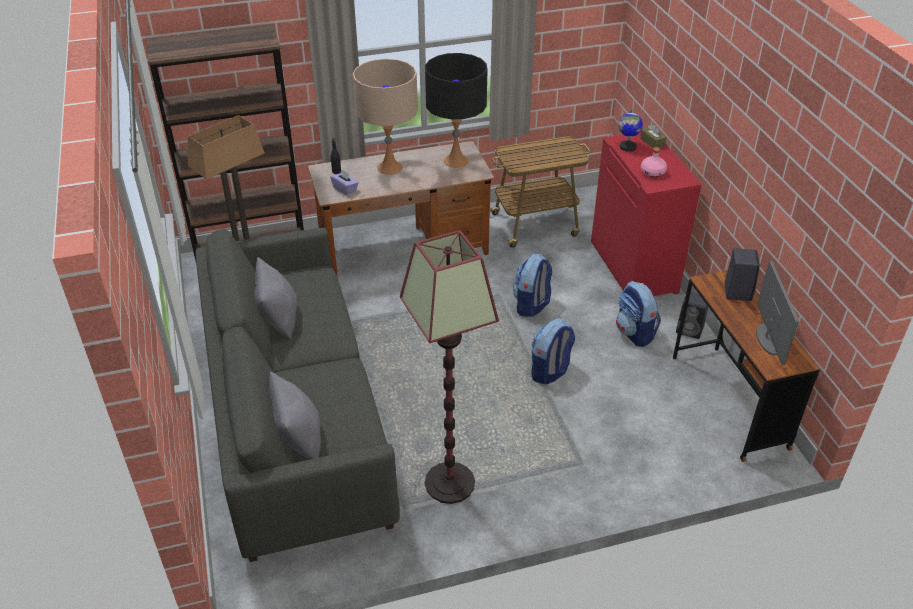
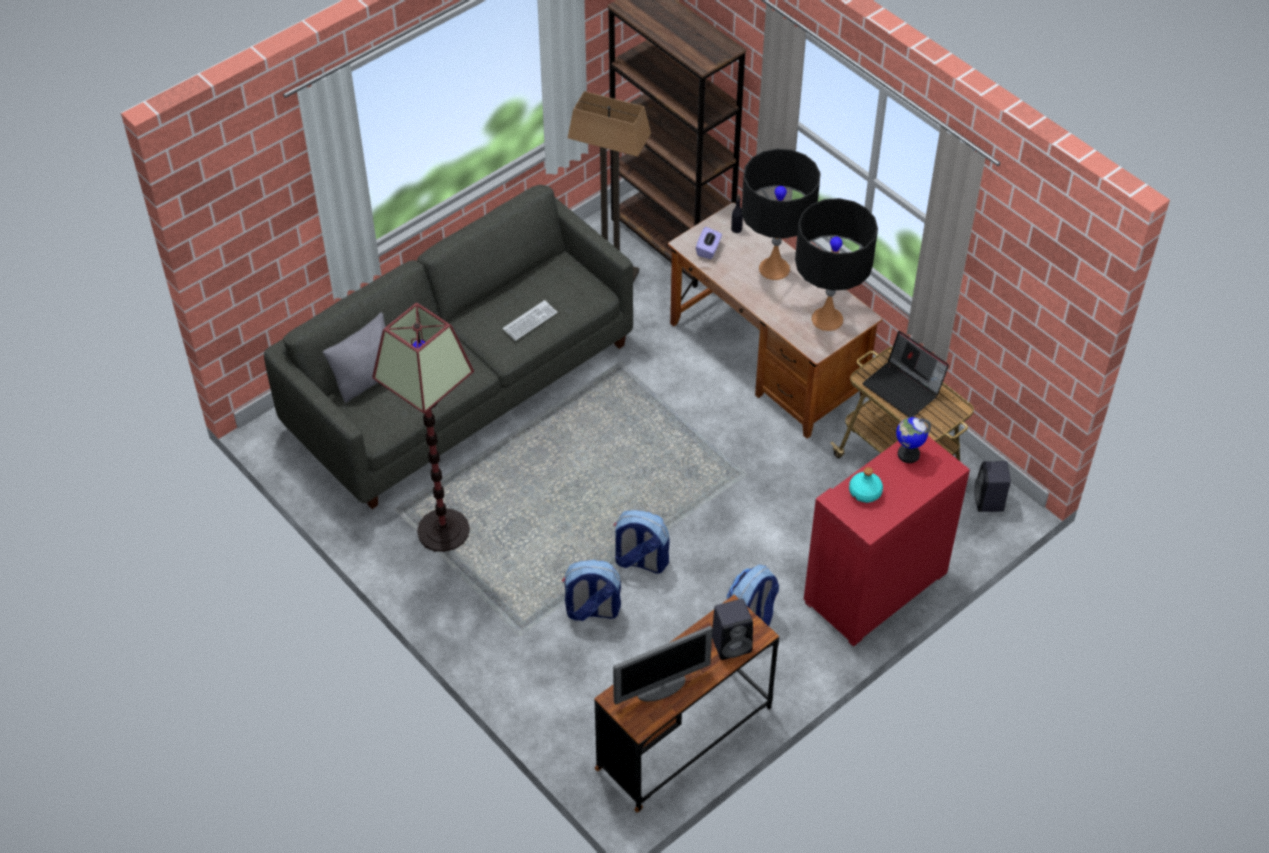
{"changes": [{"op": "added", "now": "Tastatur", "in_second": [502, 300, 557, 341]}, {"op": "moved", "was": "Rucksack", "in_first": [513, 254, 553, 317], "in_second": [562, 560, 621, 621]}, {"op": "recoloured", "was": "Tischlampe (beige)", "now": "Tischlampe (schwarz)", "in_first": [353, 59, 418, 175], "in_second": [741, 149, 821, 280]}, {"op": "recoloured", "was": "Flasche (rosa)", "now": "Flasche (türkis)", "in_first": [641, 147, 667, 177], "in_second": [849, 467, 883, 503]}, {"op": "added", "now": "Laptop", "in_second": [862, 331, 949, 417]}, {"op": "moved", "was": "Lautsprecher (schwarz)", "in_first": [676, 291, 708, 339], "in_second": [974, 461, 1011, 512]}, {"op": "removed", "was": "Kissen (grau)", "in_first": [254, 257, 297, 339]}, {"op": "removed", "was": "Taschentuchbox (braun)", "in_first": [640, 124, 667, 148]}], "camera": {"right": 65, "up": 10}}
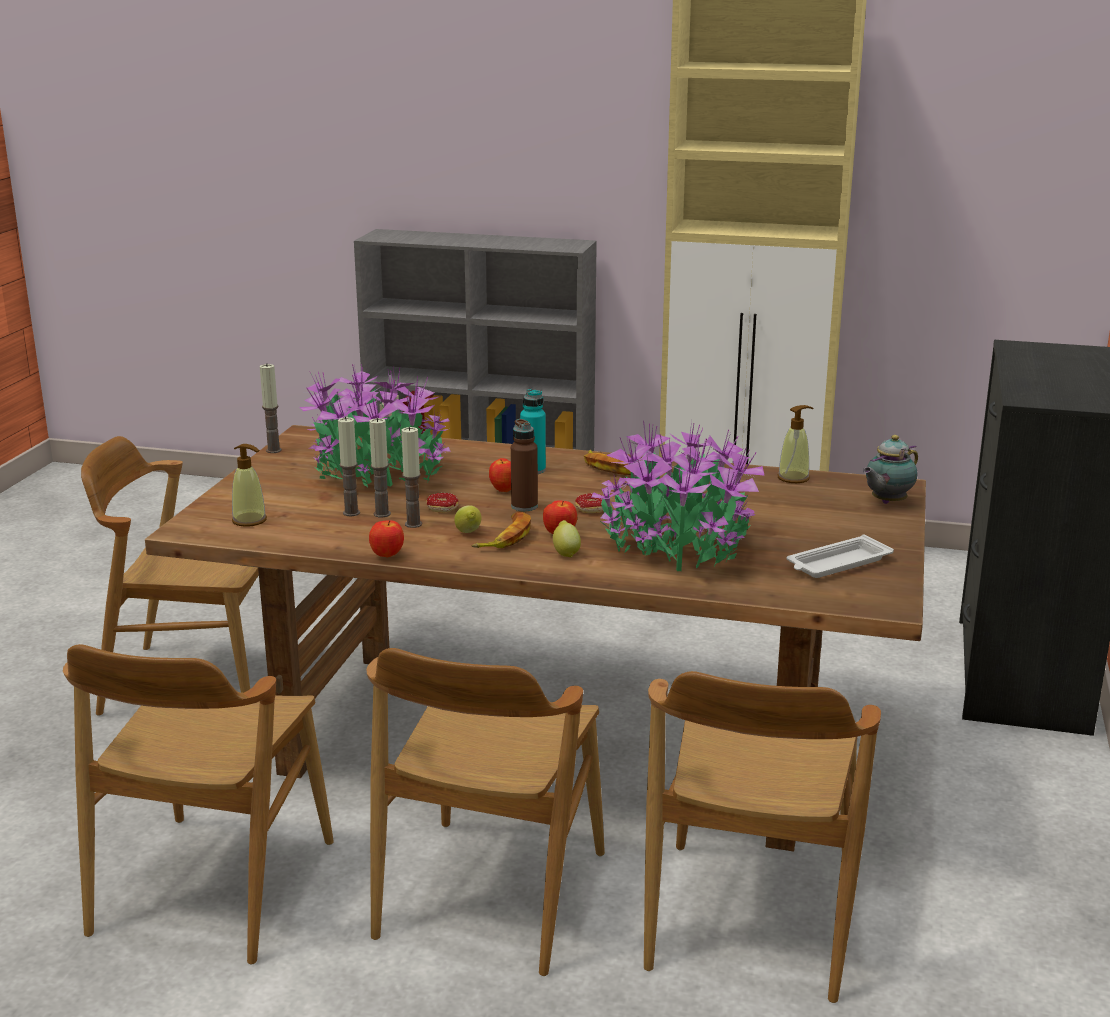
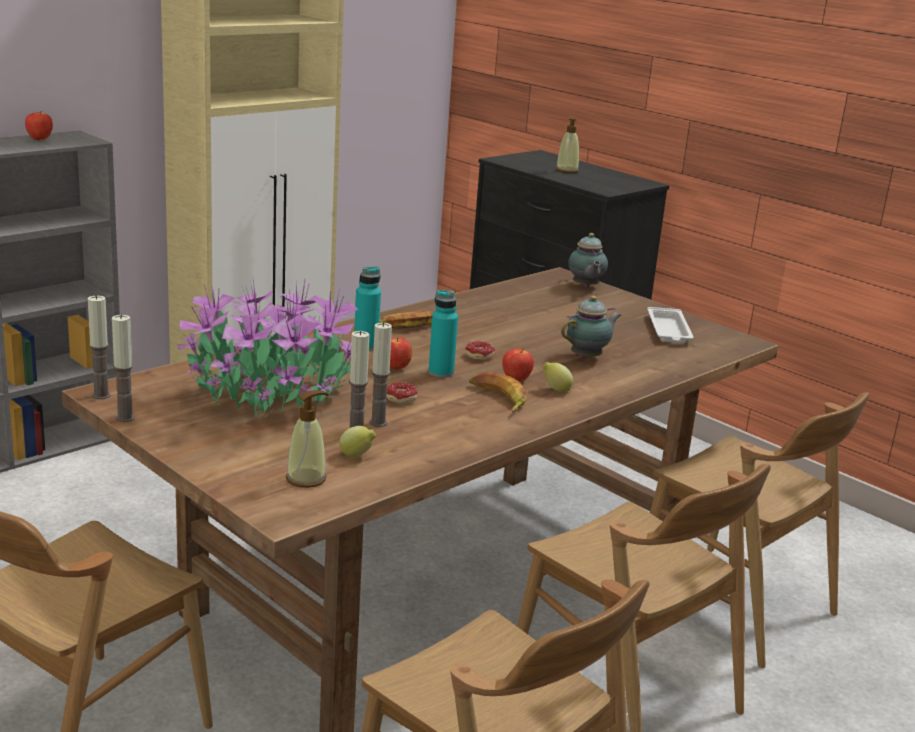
{"changes": [{"op": "moved", "was": "Apfel", "in_first": [369, 520, 404, 558], "in_second": [25, 111, 53, 140]}, {"op": "moved", "was": "Kerze", "in_first": [401, 426, 422, 528], "in_second": [88, 295, 111, 399]}, {"op": "moved", "was": "Zitrone", "in_first": [454, 505, 482, 533], "in_second": [339, 426, 376, 457]}, {"op": "recoloured", "was": "Flasche (braun)", "now": "Flasche (türkis)", "in_first": [511, 419, 538, 511], "in_second": [428, 290, 458, 378]}, {"op": "moved", "was": "Seifenspender", "in_first": [778, 405, 813, 483], "in_second": [556, 115, 579, 173]}, {"op": "replaced", "was": "Topfpflanze", "now": "Teekanne", "in_first": [591, 420, 765, 571], "in_second": [561, 295, 621, 359]}], "camera": {"right": -60, "up": 0}}
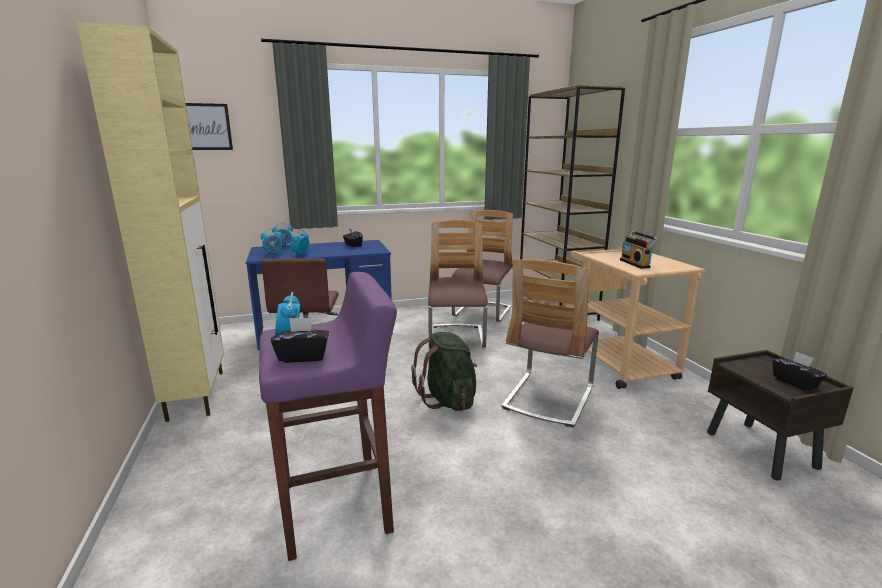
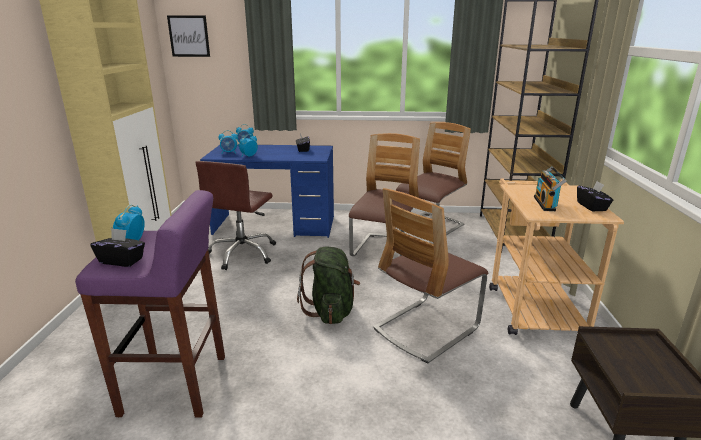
{"changes": [{"op": "moved", "was": "Taschentuchbox (schwarz)", "in_first": [773, 351, 827, 391], "in_second": [577, 181, 613, 211]}], "camera": {"right": 20, "up": 5}}
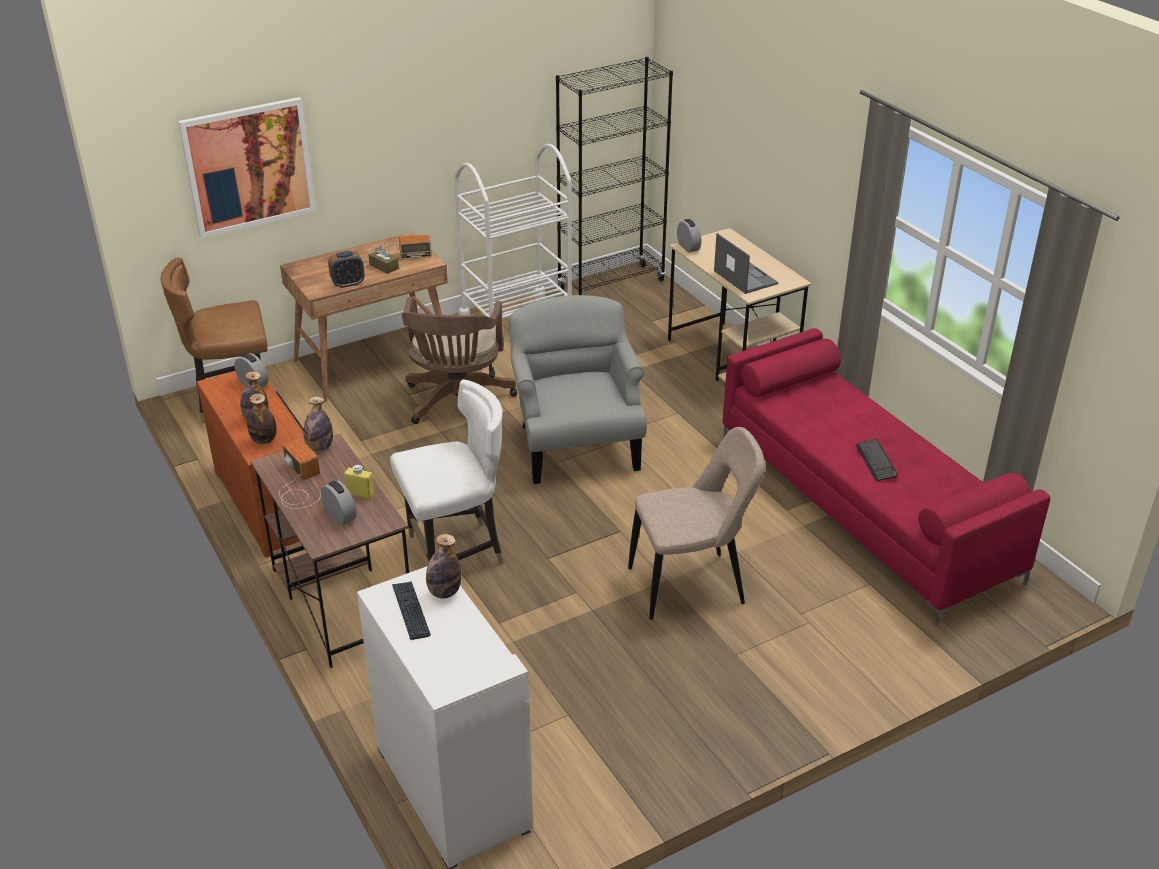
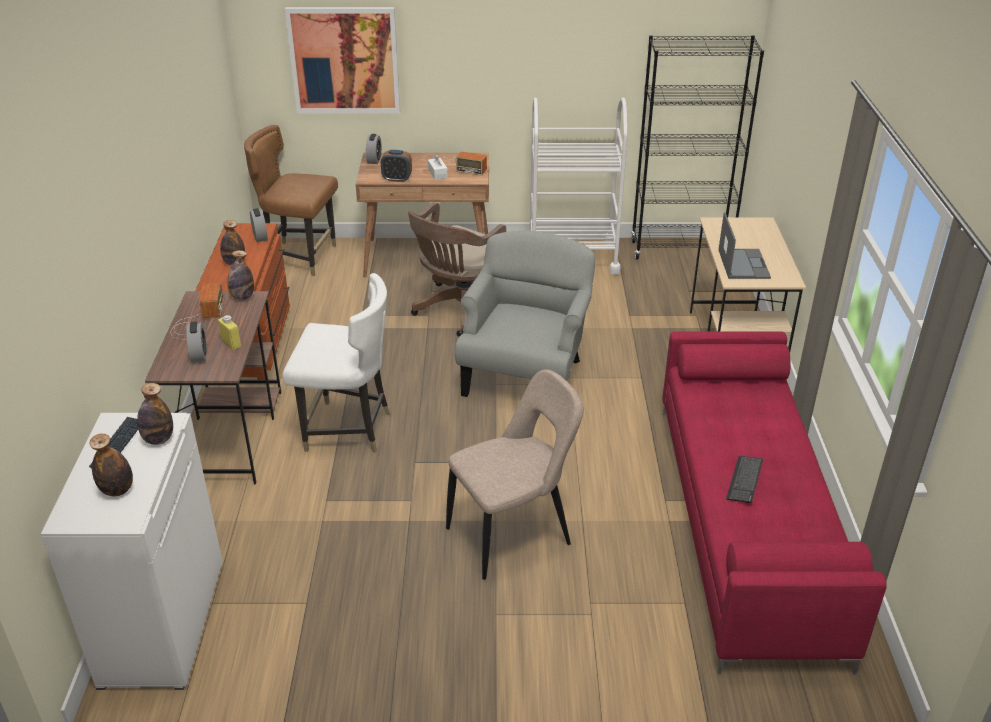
{"changes": [{"op": "moved", "was": "Flasche", "in_first": [247, 393, 277, 444], "in_second": [89, 434, 133, 496]}, {"op": "moved", "was": "Wecker", "in_first": [677, 219, 701, 253], "in_second": [366, 134, 382, 164]}, {"op": "recoloured", "was": "Taschentuchbox (braun)", "now": "Taschentuchbox (weiß)", "in_first": [368, 246, 399, 274], "in_second": [428, 154, 448, 180]}, {"op": "turned", "was": "Stuhl (beige)", "in_first": [628, 427, 765, 620], "in_second": [446, 370, 584, 580], "clockwise": -45}], "camera": {"right": 30, "up": 0}}
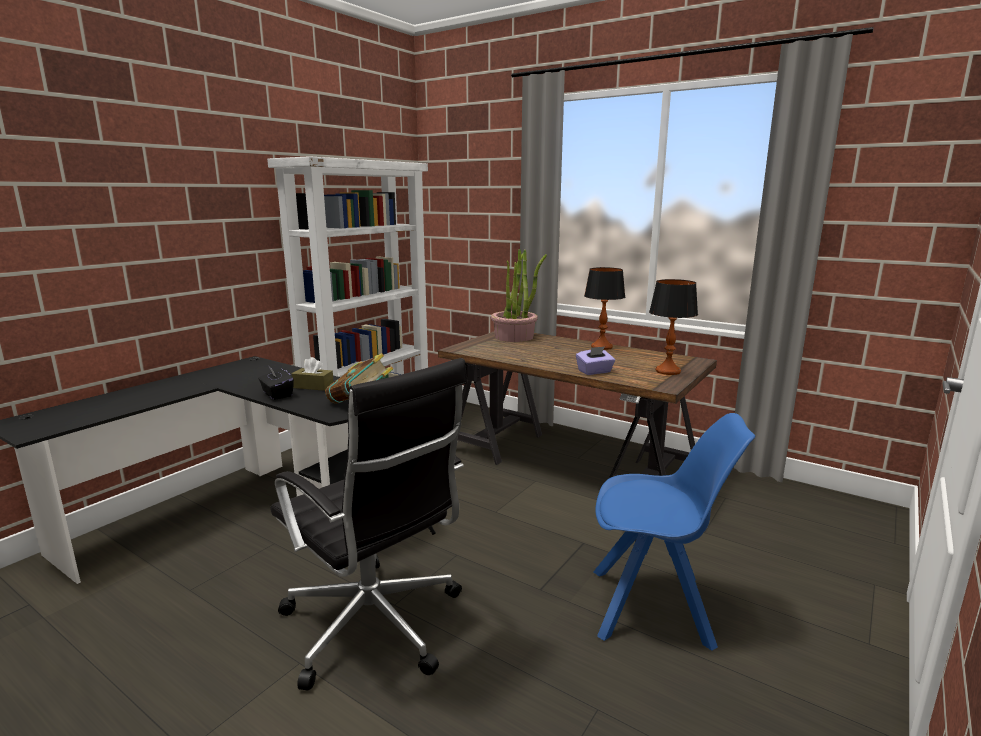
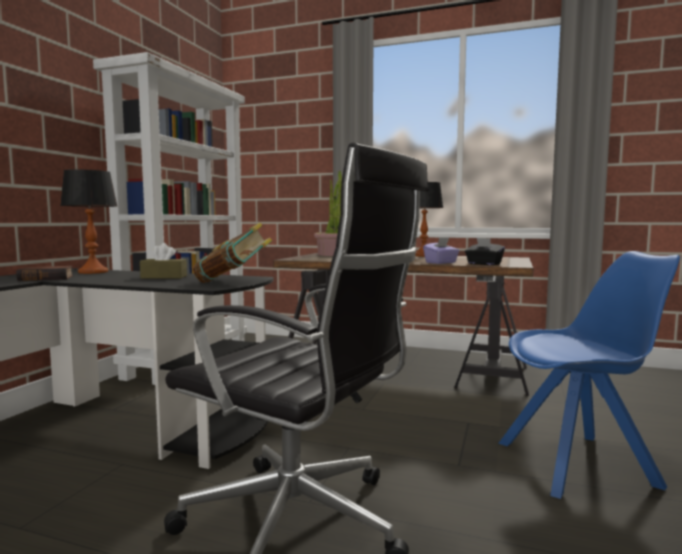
{"changes": [{"op": "added", "now": "Buch", "in_second": [16, 266, 73, 281]}, {"op": "moved", "was": "Tischlampe", "in_first": [649, 279, 698, 375], "in_second": [60, 169, 117, 274]}, {"op": "moved", "was": "Taschentuchbox (schwarz)", "in_first": [258, 365, 294, 400], "in_second": [465, 238, 505, 265]}], "camera": {"right": -15, "up": -10}}
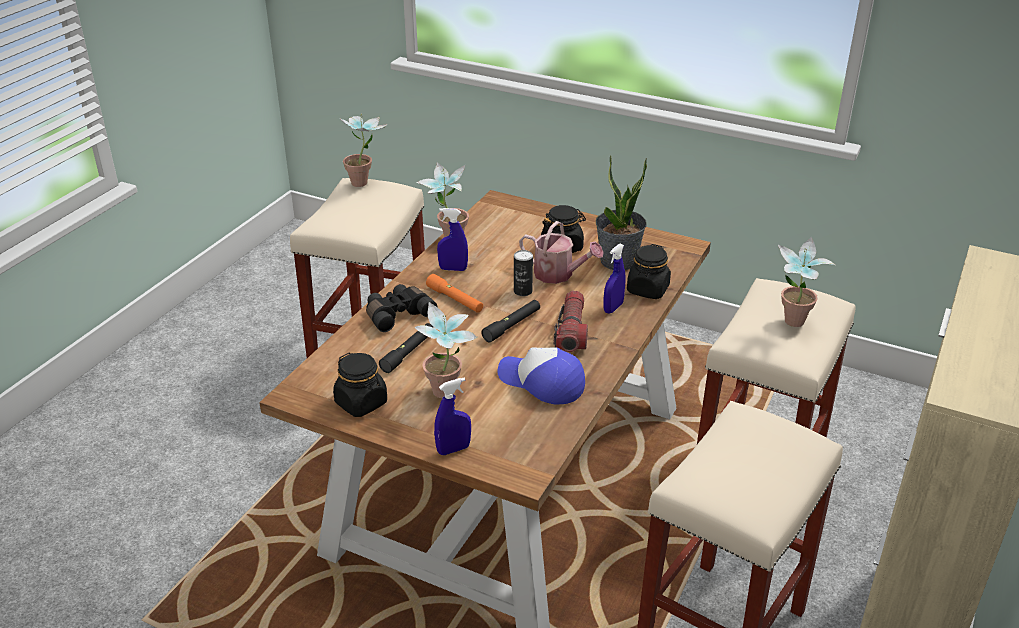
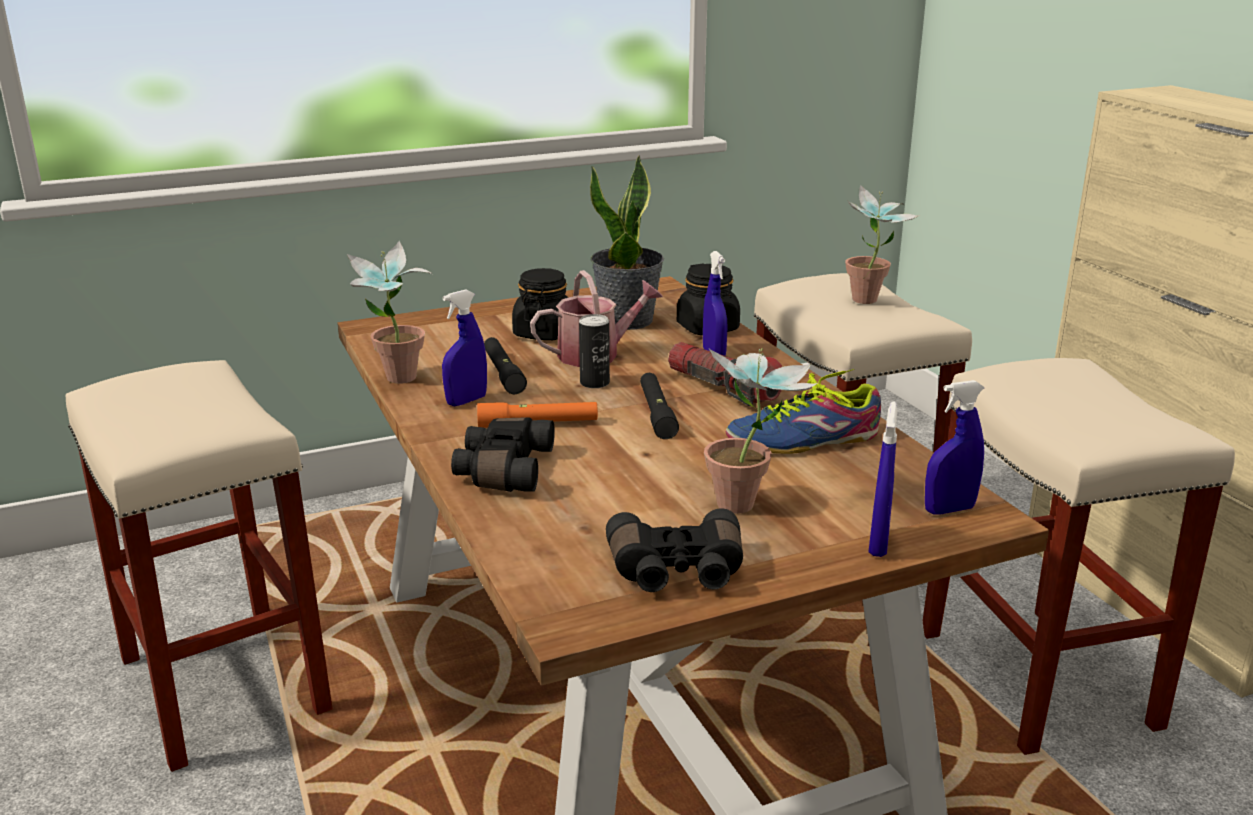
{"changes": [{"op": "moved", "was": "Taschenlampe (schwarz)", "in_first": [379, 323, 434, 373], "in_second": [484, 337, 527, 394]}, {"op": "replaced", "was": "Vorratsglas (schwarz)", "now": "Fernglas (schwarz)", "in_first": [333, 353, 387, 417], "in_second": [606, 508, 743, 592]}, {"op": "replaced", "was": "Kappe", "now": "Schuh", "in_first": [497, 347, 585, 405], "in_second": [726, 369, 881, 454]}, {"op": "added", "now": "Sprühflasche (blau)", "in_second": [925, 380, 985, 515]}, {"op": "removed", "was": "Topfpflanze", "in_first": [341, 114, 387, 187]}], "camera": {"right": -50, "up": -10}}
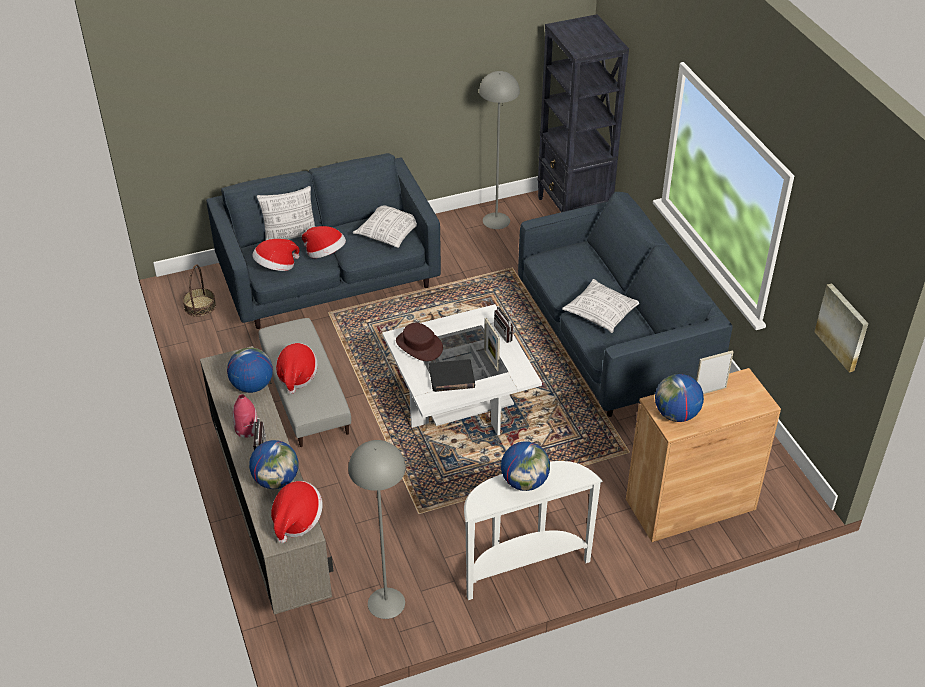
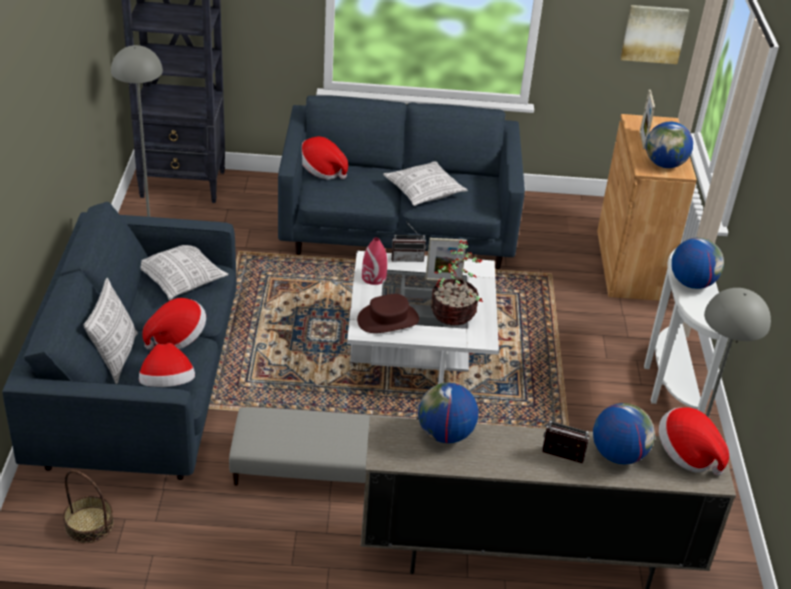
{"changes": [{"op": "moved", "was": "Hut", "in_first": [276, 343, 318, 394], "in_second": [302, 136, 348, 180]}, {"op": "moved", "was": "Vase (rot)", "in_first": [233, 394, 258, 438], "in_second": [362, 237, 387, 285]}, {"op": "replaced", "was": "Buch (schwarz)", "now": "Topfpflanze", "in_first": [429, 359, 475, 392], "in_second": [431, 240, 483, 325]}], "camera": {"right": -70, "up": -5}}
